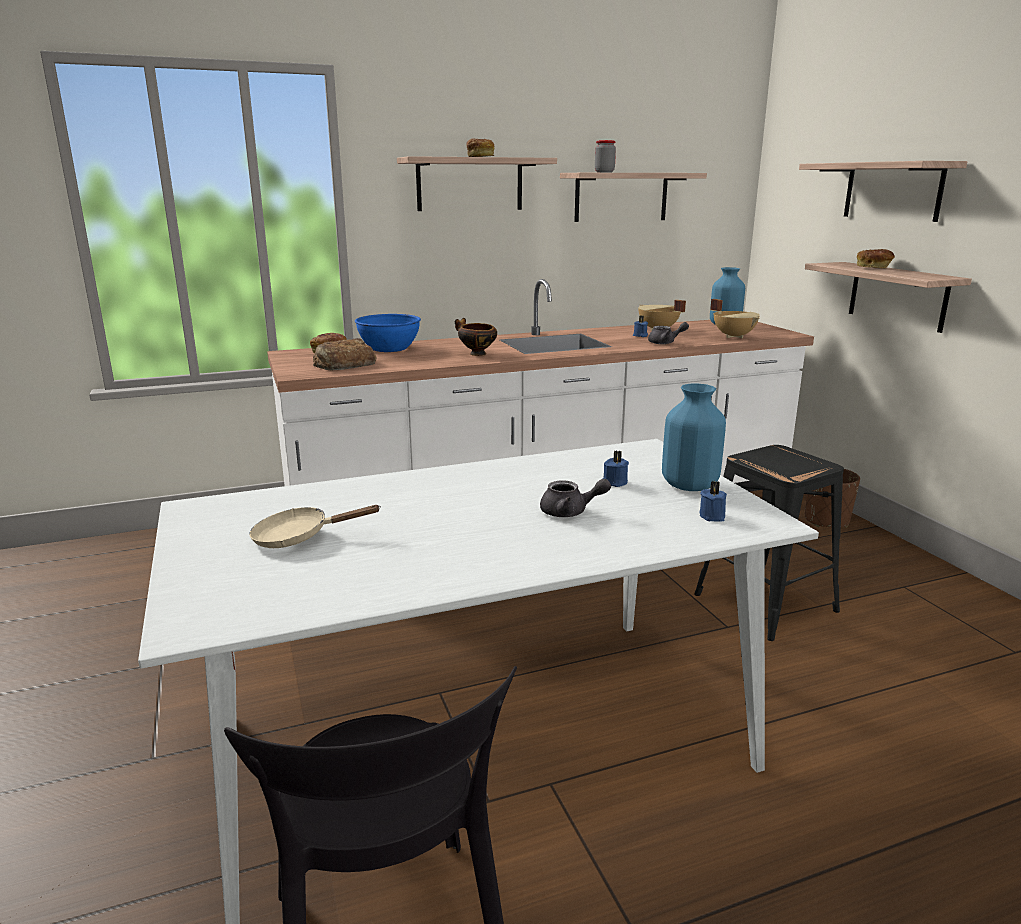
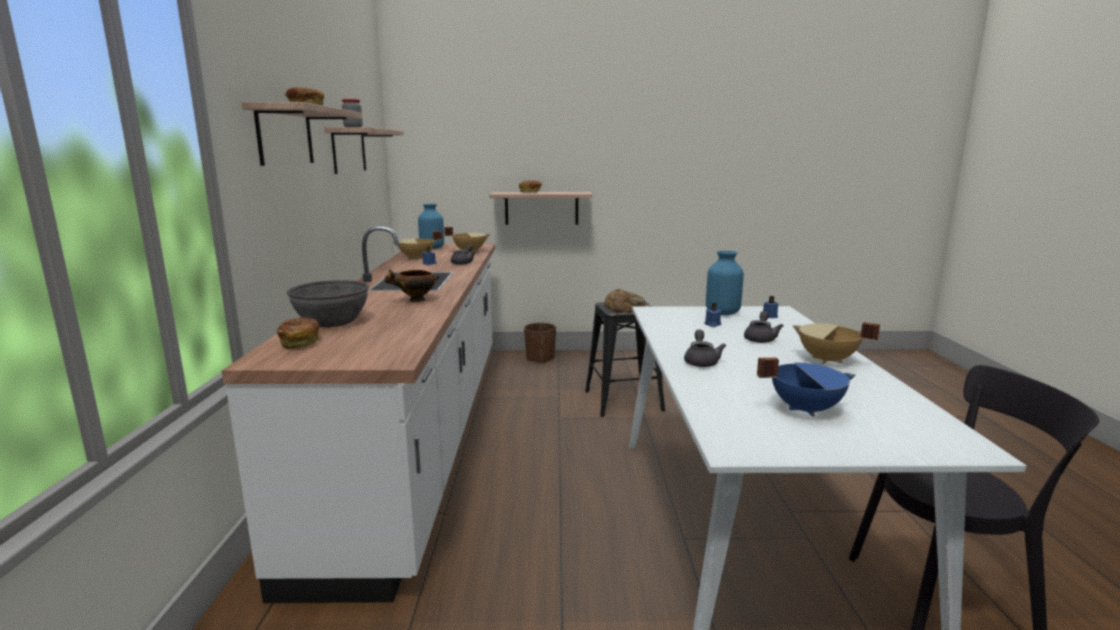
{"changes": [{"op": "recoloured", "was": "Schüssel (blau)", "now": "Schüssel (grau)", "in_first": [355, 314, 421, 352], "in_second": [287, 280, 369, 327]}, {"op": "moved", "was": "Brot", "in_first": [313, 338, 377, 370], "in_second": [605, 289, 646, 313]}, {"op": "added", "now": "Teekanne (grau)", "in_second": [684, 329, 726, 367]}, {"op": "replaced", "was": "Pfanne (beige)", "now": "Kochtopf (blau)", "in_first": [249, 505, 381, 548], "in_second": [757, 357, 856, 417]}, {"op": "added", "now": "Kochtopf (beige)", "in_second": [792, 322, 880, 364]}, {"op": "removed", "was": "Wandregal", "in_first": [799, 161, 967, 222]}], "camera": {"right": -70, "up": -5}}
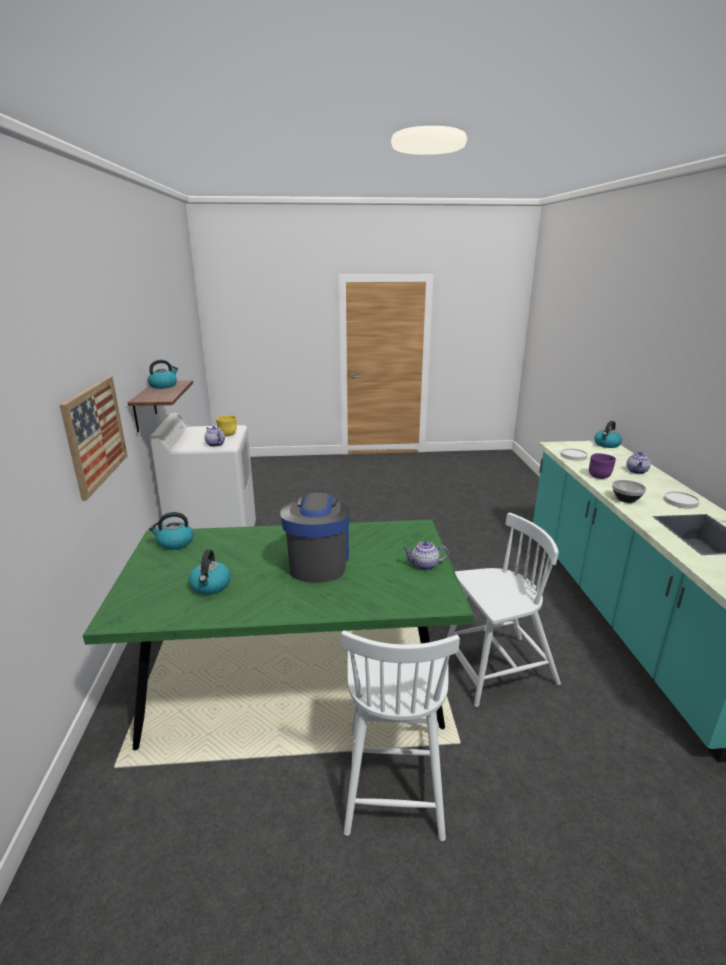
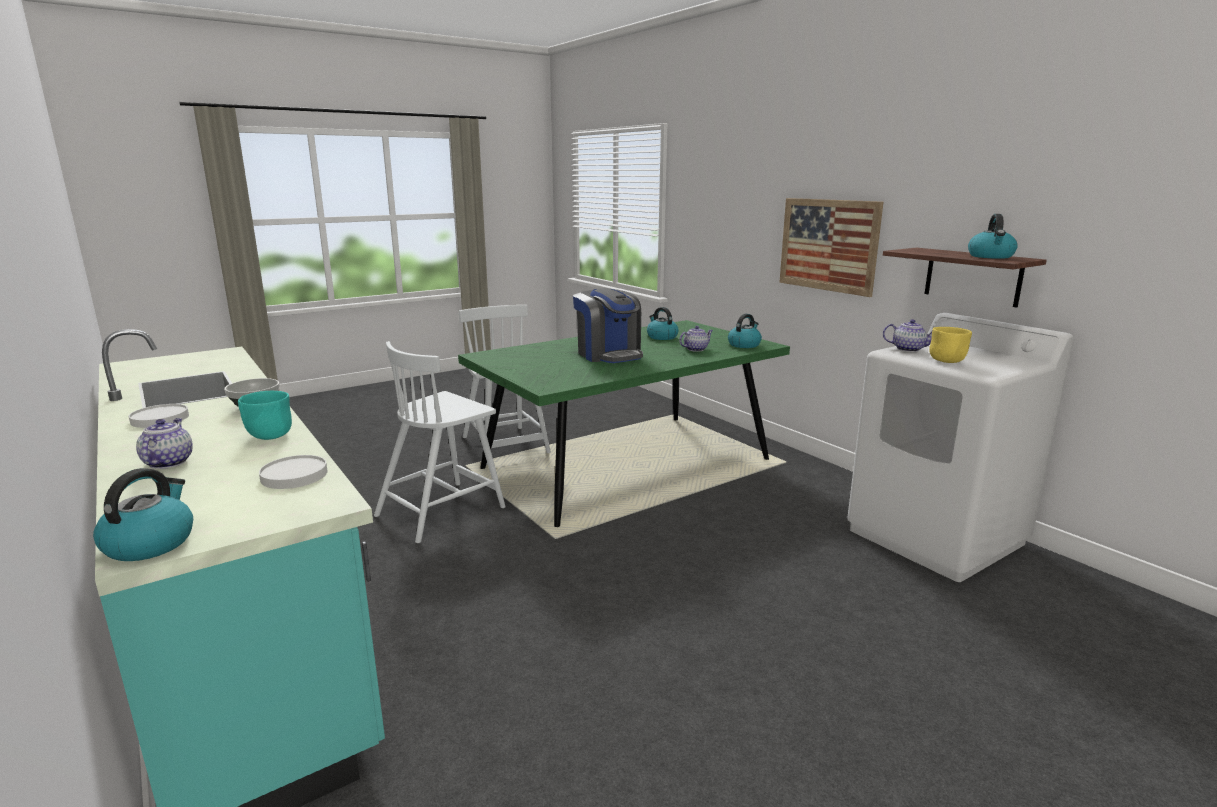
{"changes": [{"op": "recoloured", "was": "Schüssel (lila)", "now": "Schüssel (türkis)", "in_first": [589, 453, 616, 479], "in_second": [238, 391, 292, 440]}, {"op": "moved", "was": "Teekanne", "in_first": [403, 541, 448, 570], "in_second": [679, 326, 713, 352]}], "camera": {"right": 150, "up": -5}}
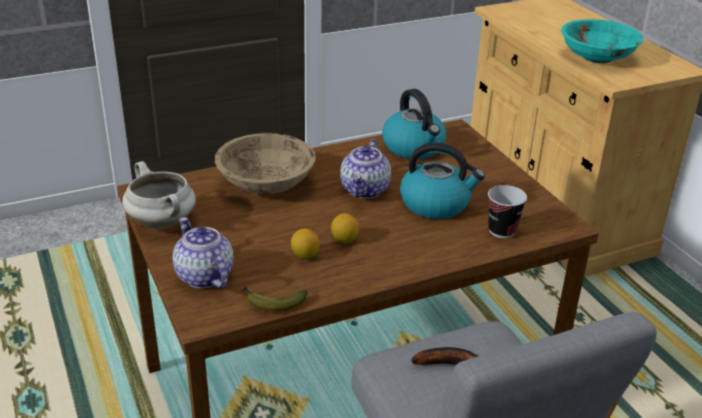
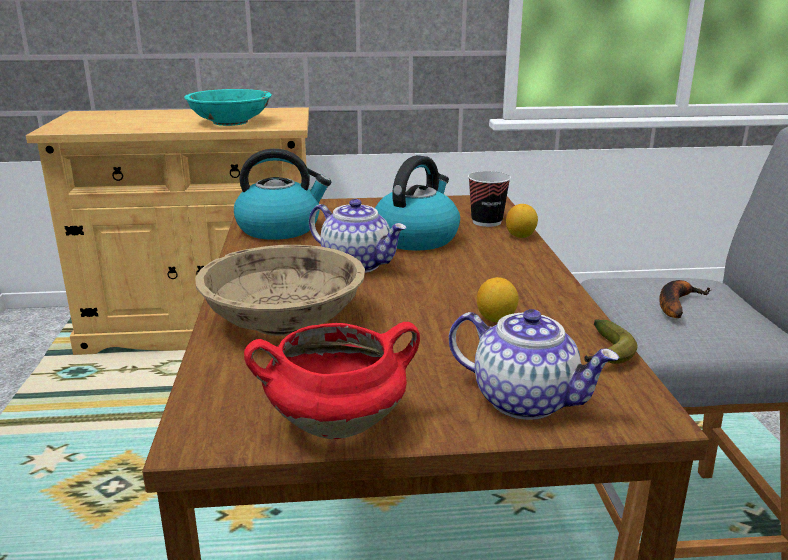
{"changes": [{"op": "recoloured", "was": "Kochtopf (weiß)", "now": "Kochtopf (rot)", "in_first": [122, 161, 196, 229], "in_second": [244, 322, 420, 439]}, {"op": "turned", "was": "Teekanne", "in_first": [173, 217, 234, 288], "in_second": [449, 309, 620, 420], "clockwise": -135}, {"op": "moved", "was": "Zitrone", "in_first": [331, 213, 359, 243], "in_second": [506, 204, 538, 238]}], "camera": {"right": -70, "up": -10}}
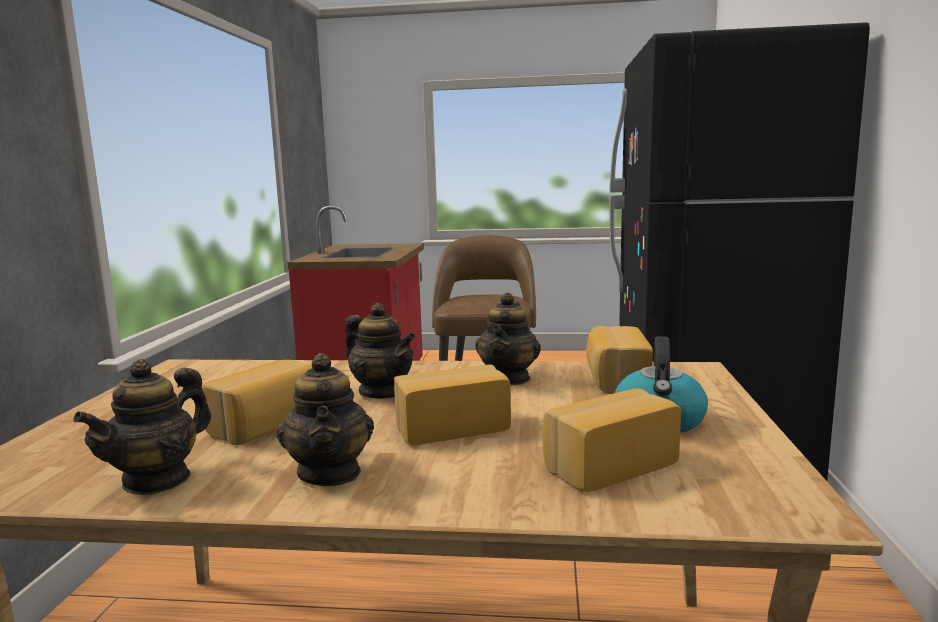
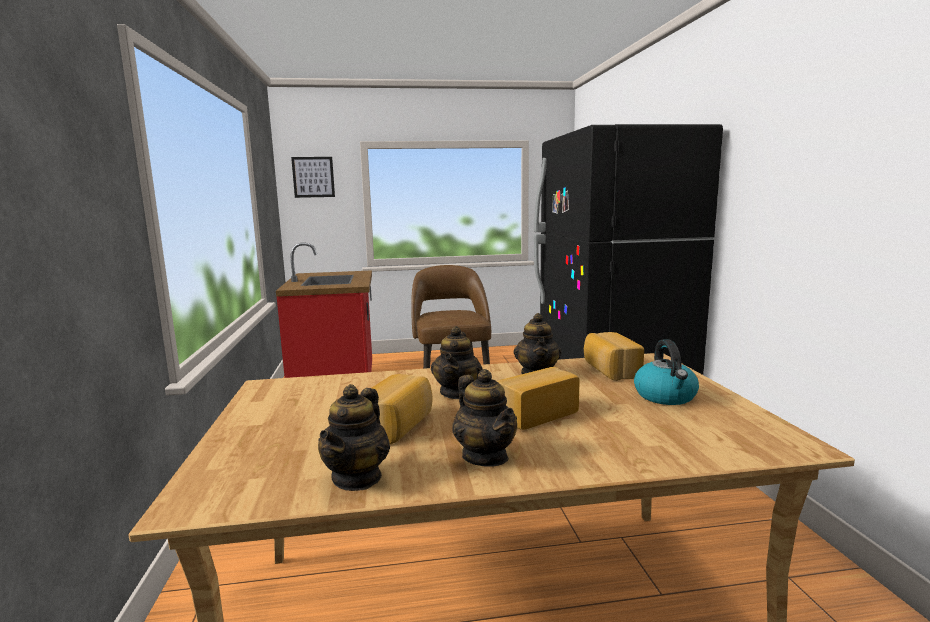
{"changes": [{"op": "added", "now": "Bild", "in_second": [291, 157, 335, 198]}, {"op": "turned", "was": "Teekanne", "in_first": [345, 303, 416, 398], "in_second": [431, 326, 483, 399], "clockwise": 75}, {"op": "removed", "was": "Brot", "in_first": [542, 388, 681, 492]}], "camera": {"right": -15, "up": 0}}
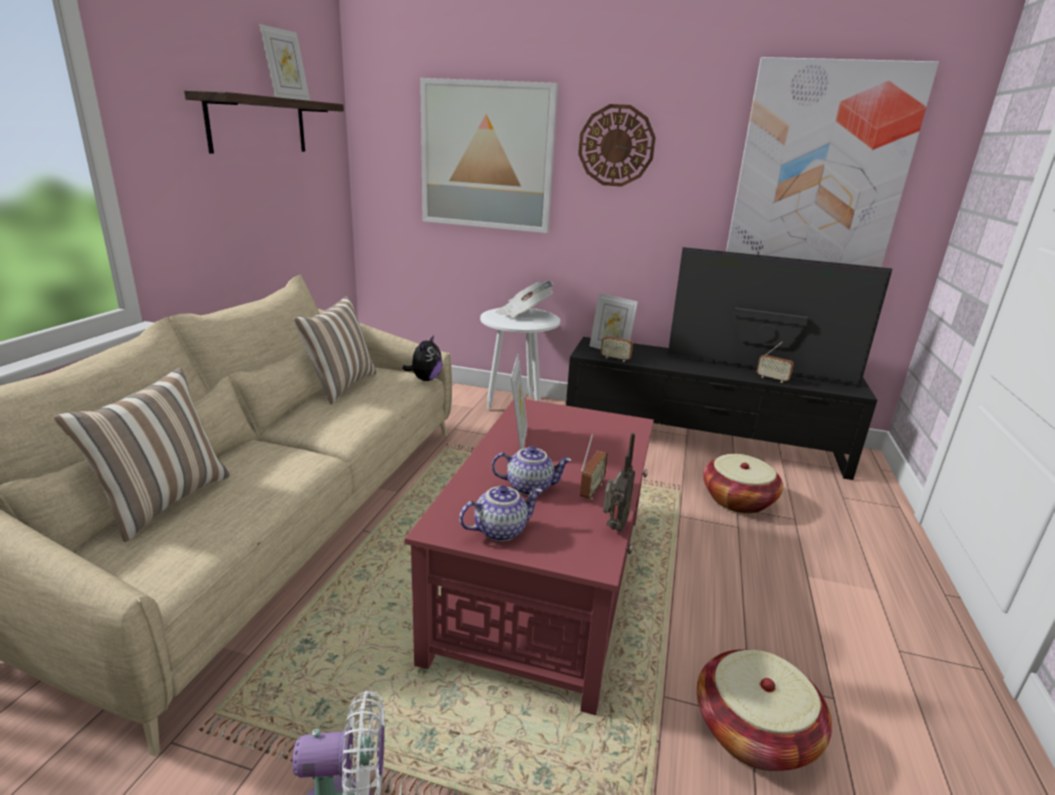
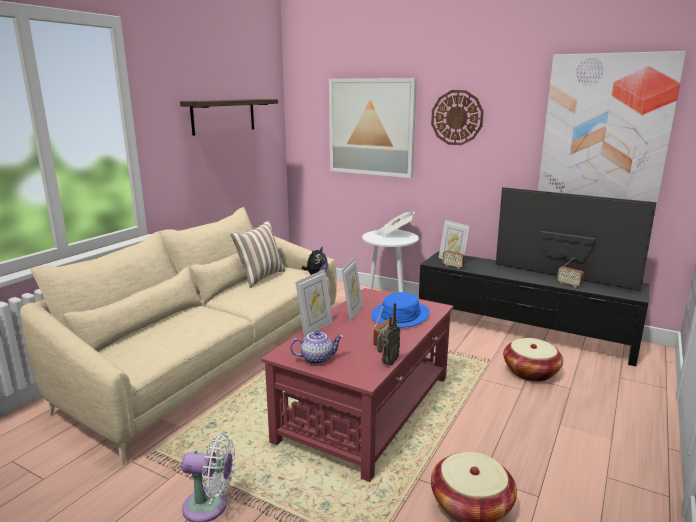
{"changes": [{"op": "moved", "was": "Bilderrahmen", "in_first": [259, 24, 310, 101], "in_second": [295, 269, 333, 338]}, {"op": "added", "now": "Hut (blau)", "in_second": [371, 292, 430, 328]}, {"op": "removed", "was": "Kissen", "in_first": [54, 367, 229, 542]}, {"op": "removed", "was": "Teekanne", "in_first": [492, 446, 572, 496]}], "camera": {"right": 15, "up": -5}}
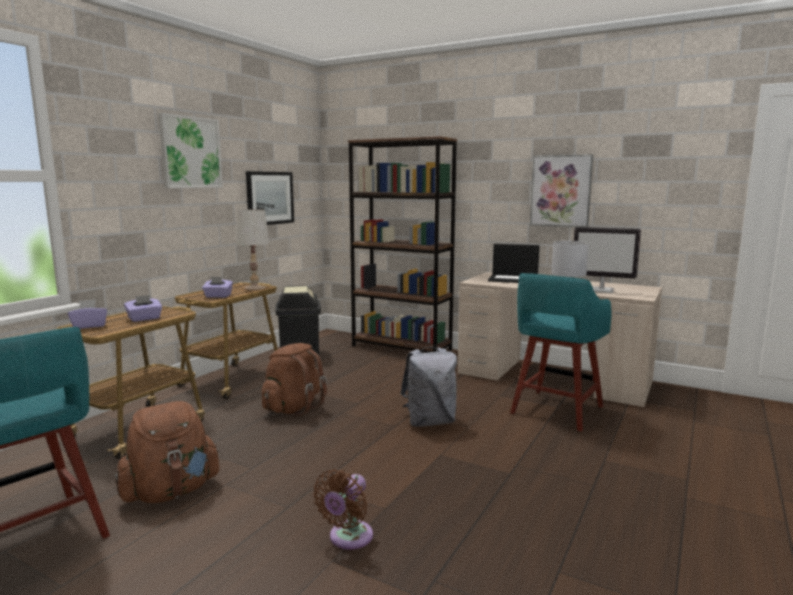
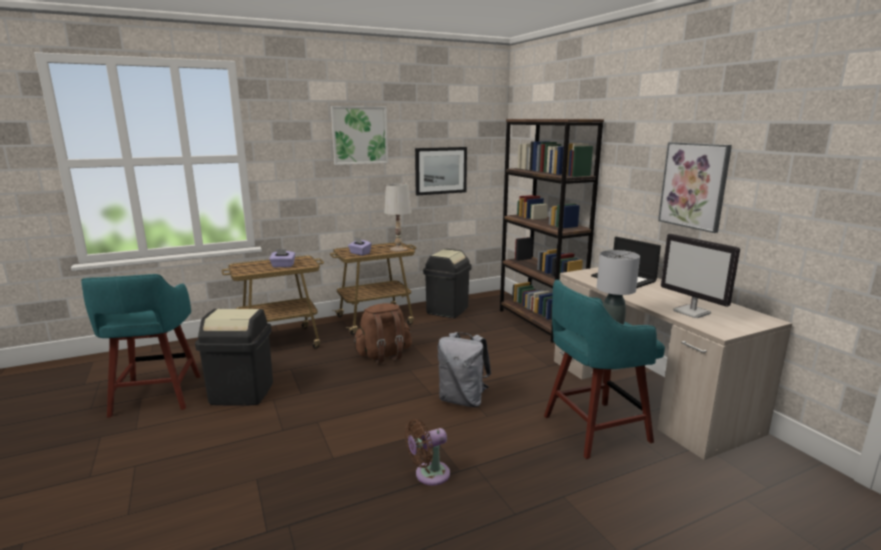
{"changes": [{"op": "replaced", "was": "Rucksack (braun)", "now": "Mülleimer (schwarz)", "in_first": [115, 401, 220, 503], "in_second": [195, 309, 273, 406]}, {"op": "moved", "was": "Ventilator (braun)", "in_first": [313, 469, 373, 550], "in_second": [405, 419, 450, 486]}, {"op": "removed", "was": "Taschentuchbox (lila)", "in_first": [68, 299, 107, 329]}], "camera": {"right": 35, "up": 5}}
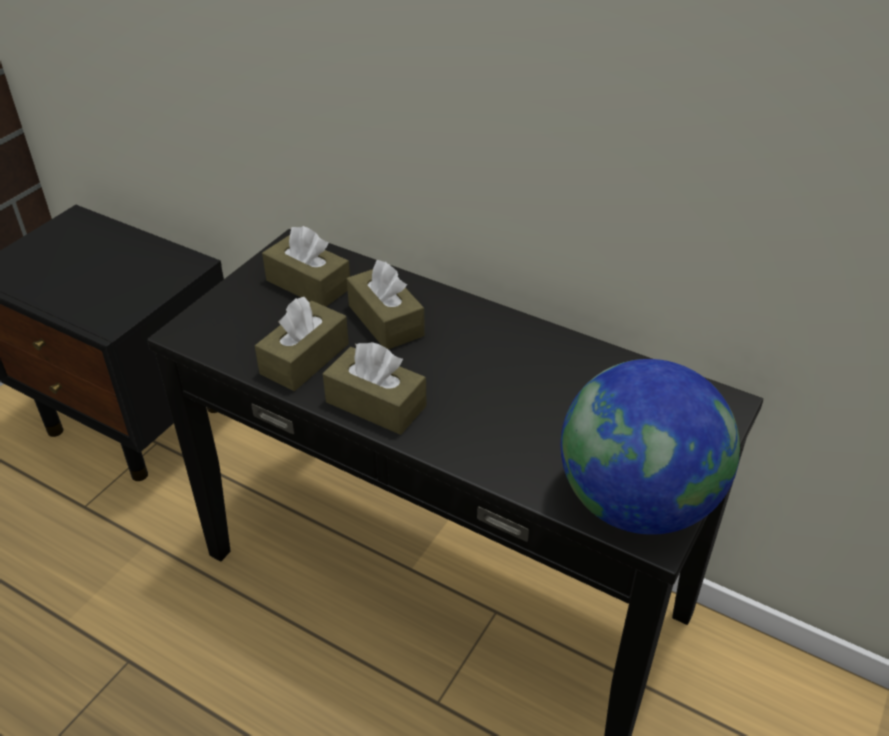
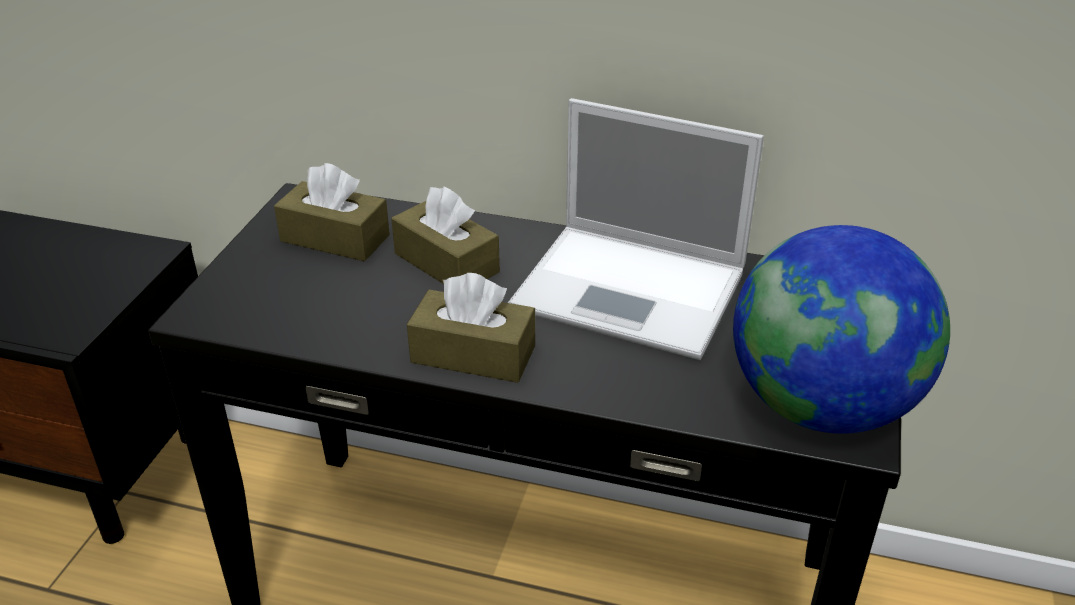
{"changes": [{"op": "added", "now": "Laptop", "in_second": [508, 98, 764, 360]}, {"op": "removed", "was": "Taschentuchbox (braun)", "in_first": [255, 297, 349, 391]}], "camera": {"right": -15, "up": -5}}
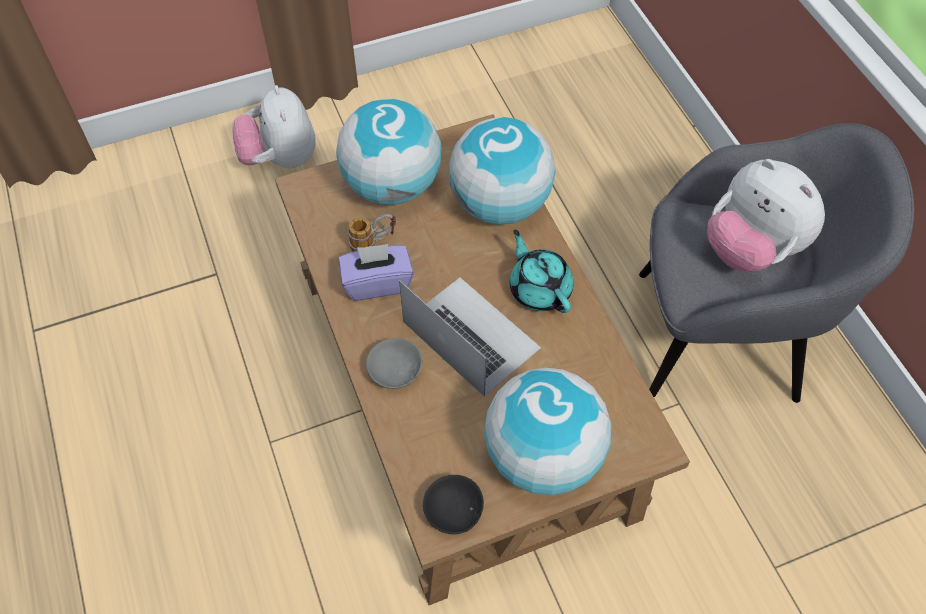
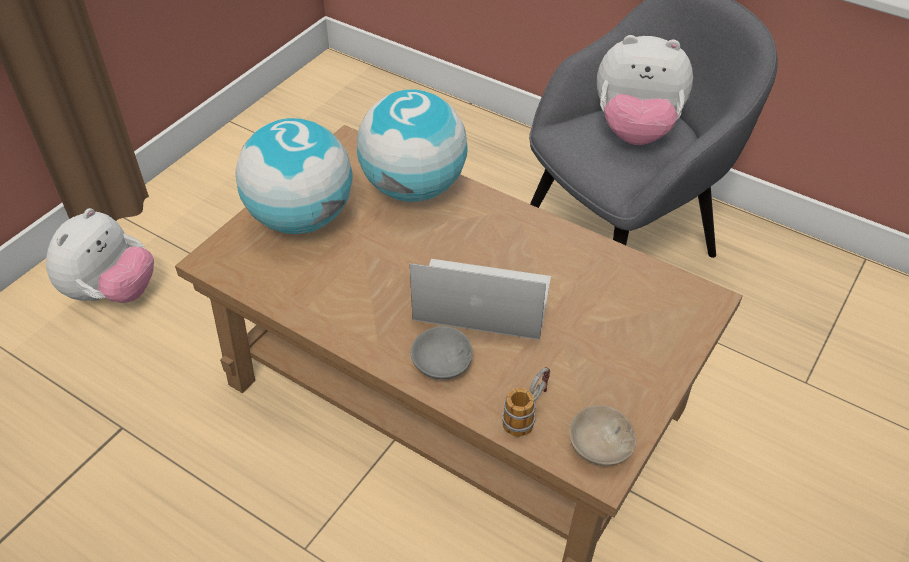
{"changes": [{"op": "turned", "was": "Plüschtier", "in_first": [232, 85, 316, 168], "in_second": [46, 208, 154, 303], "clockwise": -105}, {"op": "moved", "was": "Henkelbecher", "in_first": [348, 214, 396, 252], "in_second": [502, 367, 550, 437]}, {"op": "recoloured", "was": "Schüssel (schwarz)", "now": "Schüssel (beige)", "in_first": [423, 475, 484, 534], "in_second": [569, 405, 636, 466]}, {"op": "removed", "was": "Taschentuchbox (lila)", "in_first": [339, 244, 413, 301]}, {"op": "removed", "was": "Globus", "in_first": [484, 367, 611, 495]}, {"op": "removed", "was": "Teekanne (türkis)", "in_first": [510, 230, 574, 313]}], "camera": {"right": -35, "up": -10}}
